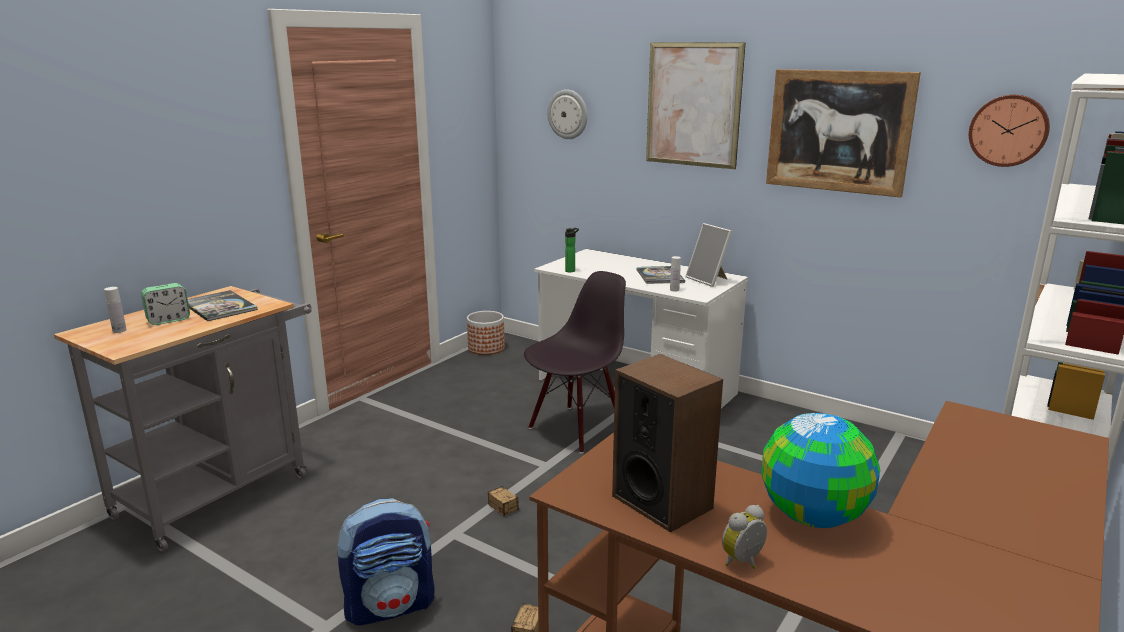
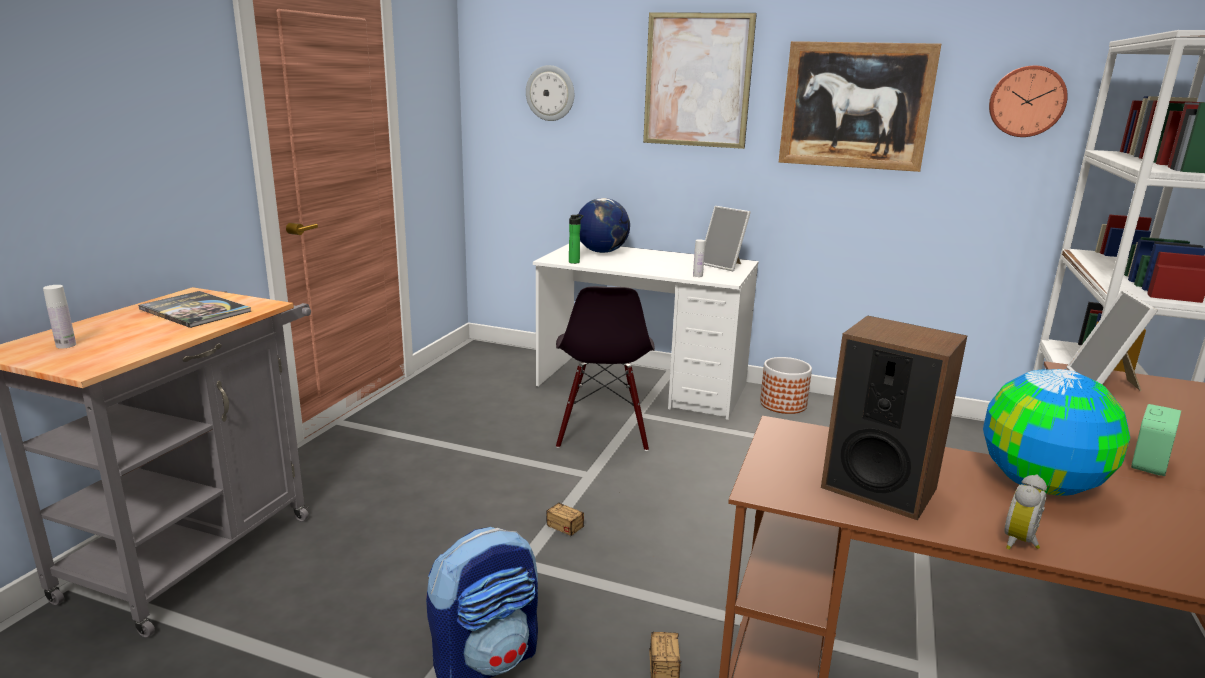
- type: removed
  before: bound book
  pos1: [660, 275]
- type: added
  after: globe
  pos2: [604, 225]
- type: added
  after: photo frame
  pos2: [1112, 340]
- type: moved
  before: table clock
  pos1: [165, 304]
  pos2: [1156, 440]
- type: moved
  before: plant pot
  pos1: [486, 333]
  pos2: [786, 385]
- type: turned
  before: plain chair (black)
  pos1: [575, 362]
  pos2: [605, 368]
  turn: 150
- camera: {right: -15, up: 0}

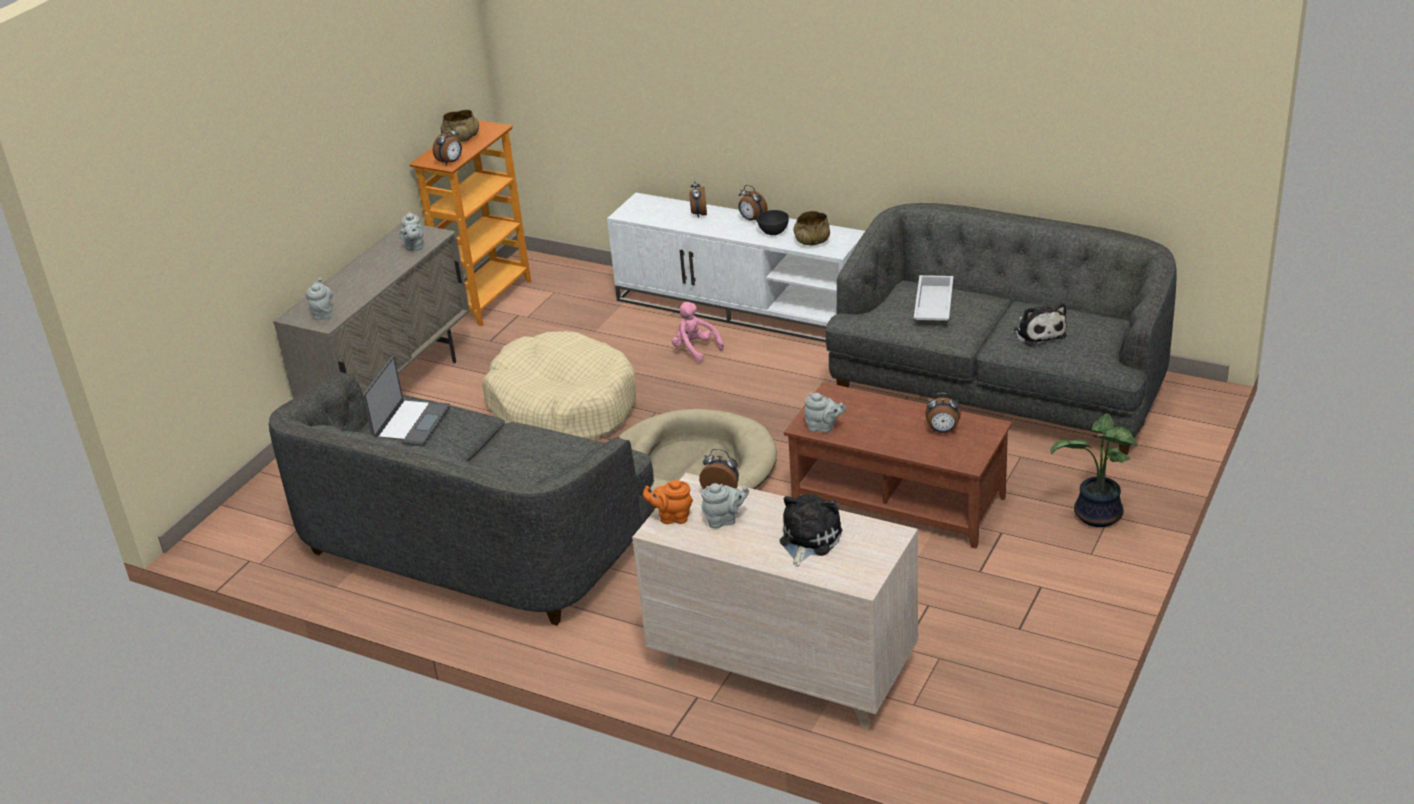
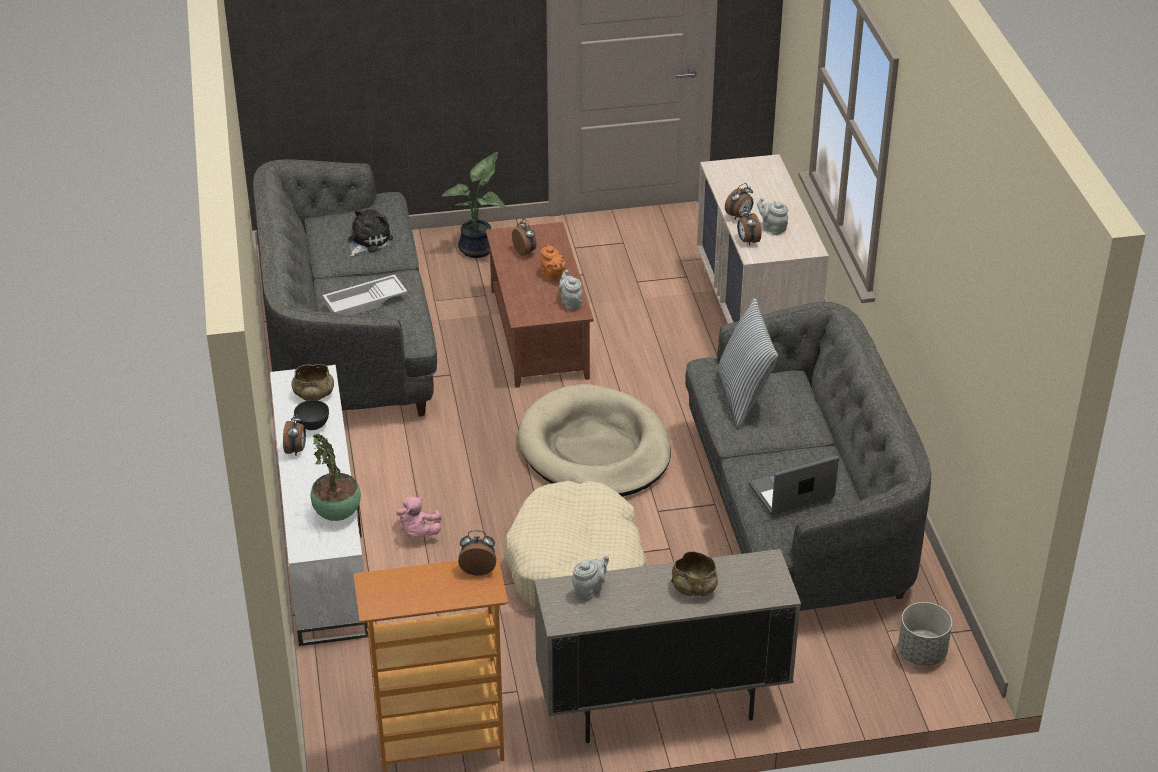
- type: removed
  before: tea pot (gray)
  pos1: [319, 298]
- type: removed
  before: cuddly toy
  pos1: [811, 530]
- type: added
  after: plant in a pot
  pos2: [335, 477]
- type: added
  after: pillow
  pos2: [747, 363]
- type: added
  after: plant pot (gray)
  pos2: [925, 634]
- type: moved
  before: bowl (sand-coloured)
  pos1: [460, 125]
  pos2: [694, 574]
- type: moved
  before: tea pot (orange-coloured)
  pos1: [668, 502]
  pos2: [553, 262]
- type: moved
  before: table clock
  pos1: [698, 200]
  pos2: [739, 201]
- camera: {right: -130, up: 5}

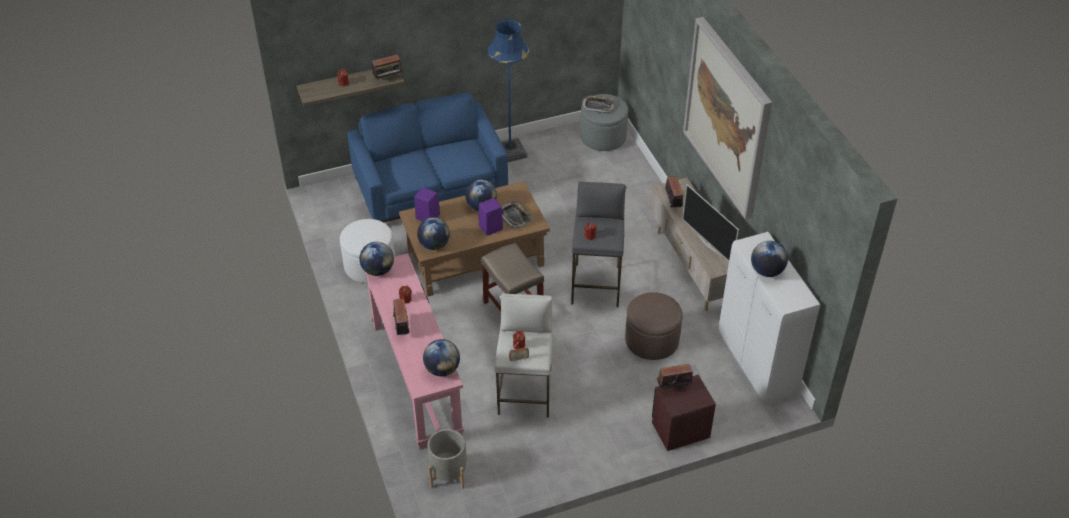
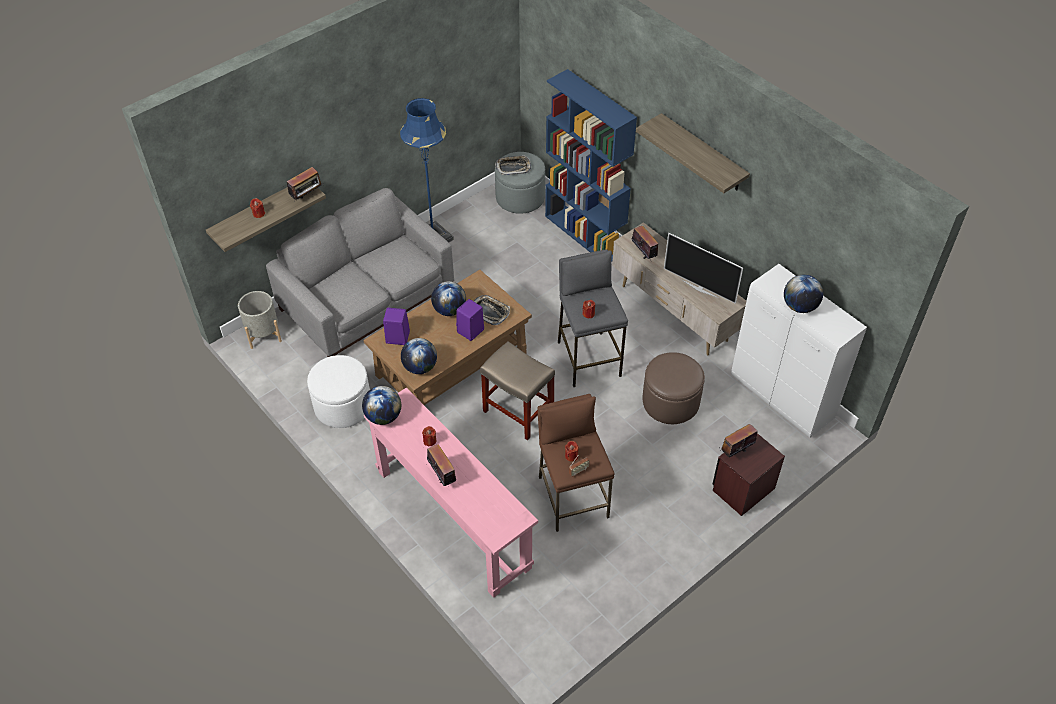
- type: removed
  before: globe
  pos1: [441, 357]
- type: added
  after: shelving unit (blue-coloured)
  pos2: [591, 165]
- type: moved
  before: plant pot (gray)
  pos1: [447, 459]
  pos2: [260, 320]
- type: replaced
  before: wall picture
  after: shelf
  pos1: [727, 118]
  pos2: [693, 153]
- type: recoloured
  before: sofa (blue-coloured)
  after: sofa (gray)
  pos1: [427, 157]
  pos2: [360, 272]
- type: recoloured
  before: sitting stool (whitish)
  after: sitting stool (brownish)
  pos1: [524, 356]
  pos2: [576, 463]
- camera: {right: -20, up: 5}

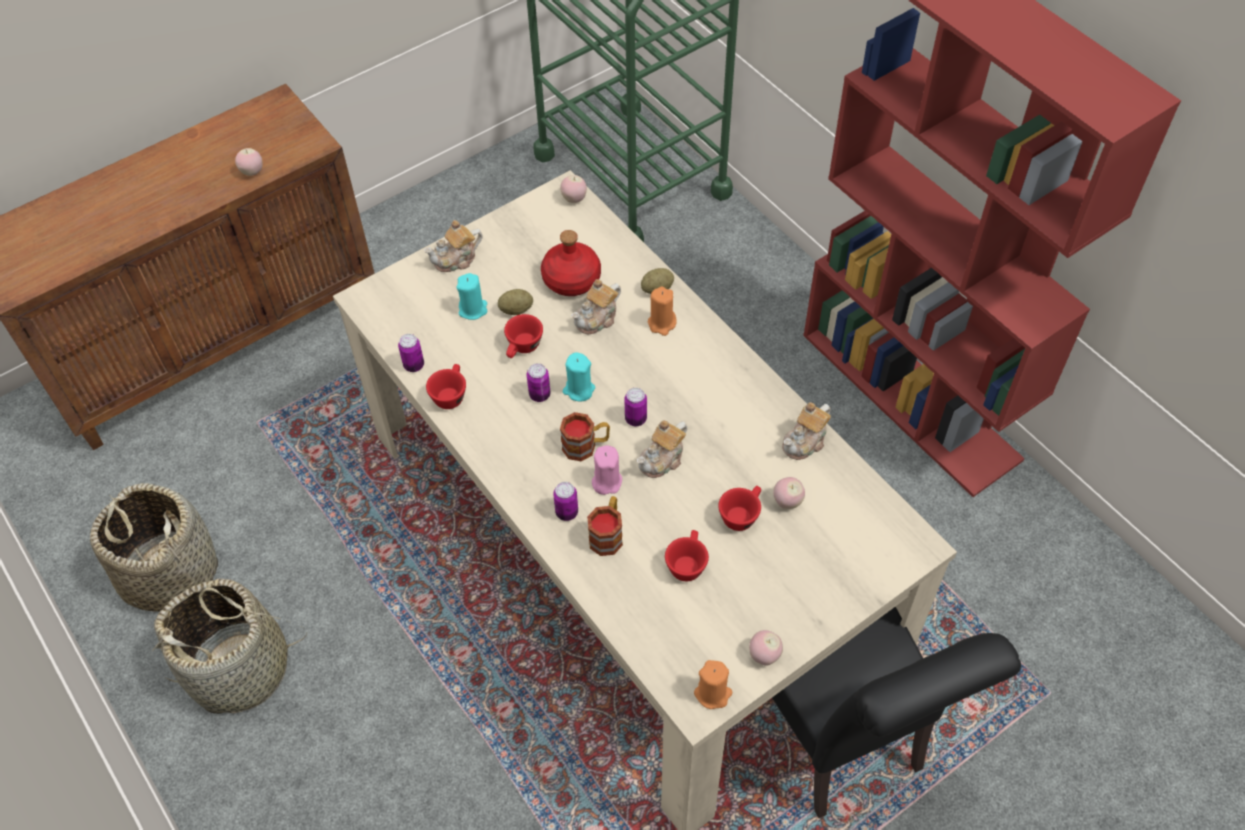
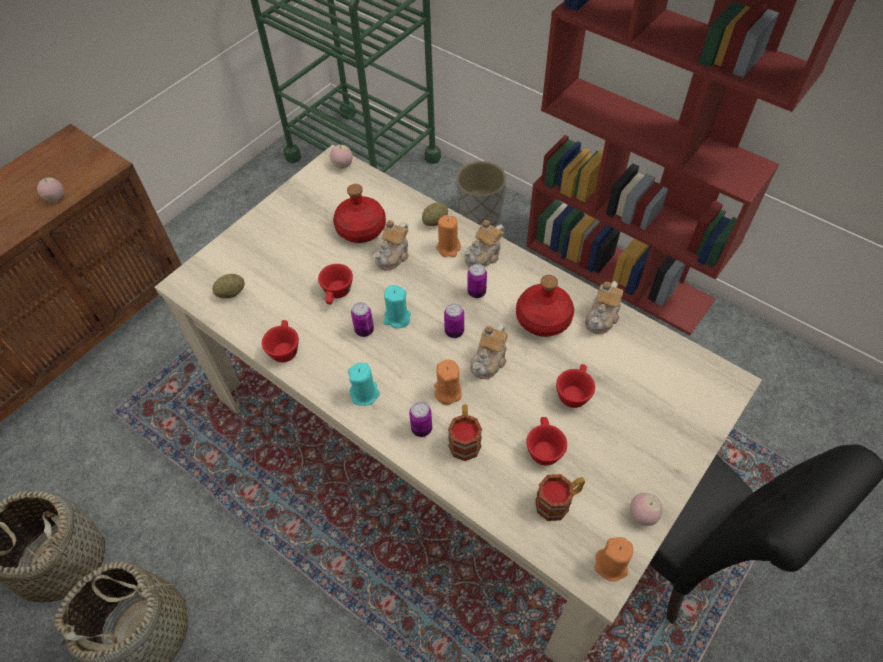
- type: removed
  before: whole apple
  pos1: [789, 493]
- type: added
  after: plant pot (gray)
  pos2: [481, 193]
- type: added
  after: drink bottle (red-coloured)
  pos2: [545, 306]
- type: moved
  before: sealed can
  pos1: [411, 353]
  pos2: [477, 281]
- type: moved
  before: tea pot
  pos1: [453, 246]
  pos2: [483, 243]
- type: moved
  before: candle (turquoise-coloured)
  pos1: [471, 296]
  pos2: [364, 384]
- type: moved
  before: whole potato
  pos1: [515, 302]
  pos2: [228, 286]
- type: moved
  before: tea mug
  pos1: [585, 436]
  pos2: [560, 497]
- type: recoloured
  before: candle (pink-coloured)
  after: candle (orange-coloured)
  pos1: [607, 470]
  pos2: [448, 382]
- camera: {right: -15, up: 0}

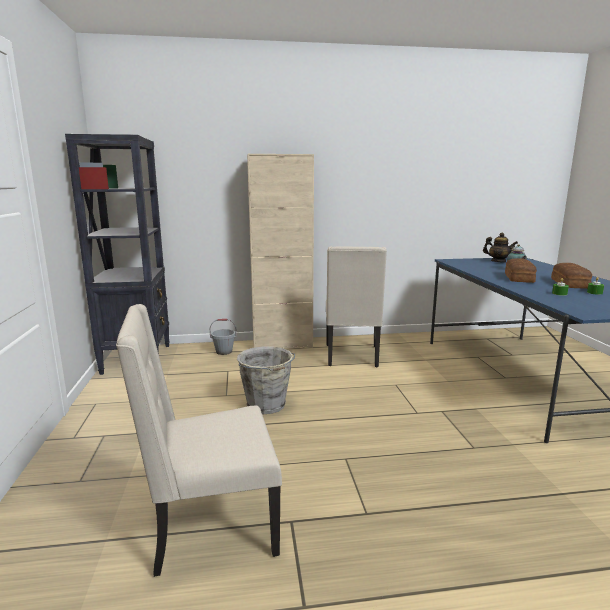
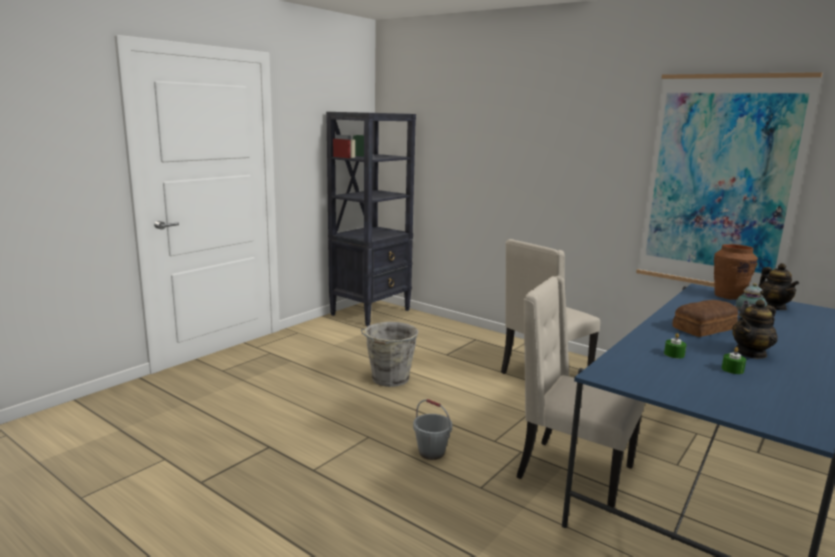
- type: removed
  before: storage cabinet (sand-coloured)
  pos1: [280, 251]
- type: added
  after: wall picture
  pos2: [729, 179]
- type: added
  after: decorative vase (brownish)
  pos2: [736, 272]
- type: moved
  before: plain chair (sand-coloured)
  pos1: [199, 440]
  pos2: [580, 394]
- type: moved
  before: water bucket (gray)
  pos1: [223, 337]
  pos2: [432, 429]
- type: replaced
  before: bread
  after: tea pot
  pos1: [571, 276]
  pos2: [755, 329]
- camera: {right: 45, up: 0}

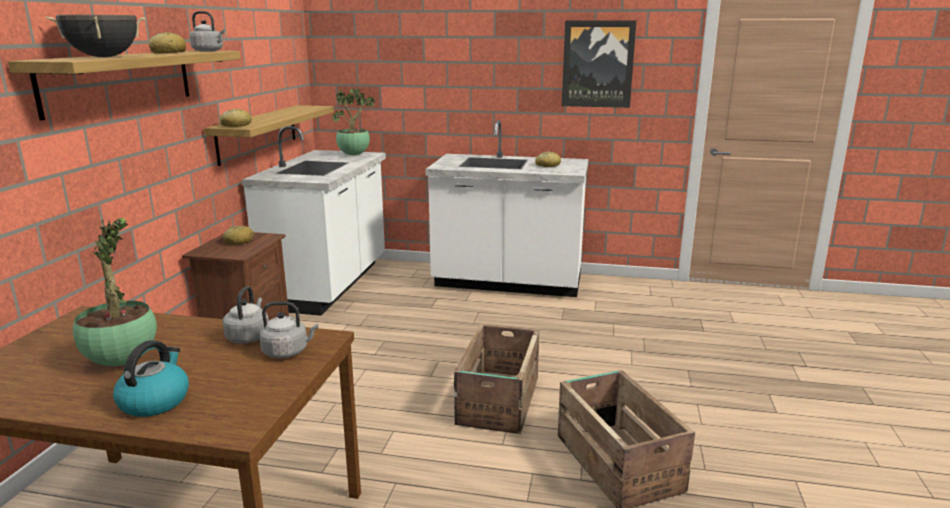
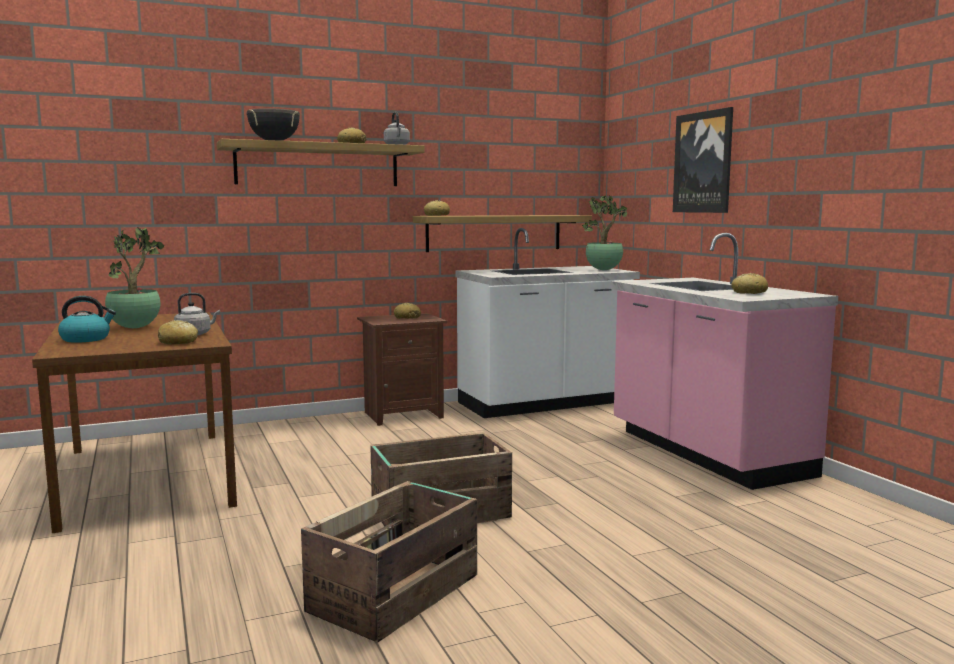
- type: moved
  before: wall picture
  pos1: [599, 64]
  pos2: [703, 160]
- type: replaced
  before: water kettle (gray)
  after: bread
  pos1: [288, 329]
  pos2: [178, 332]
- type: recoloured
  before: kitchen counter (whitish)
  after: kitchen counter (pink-coloured)
  pos1: [506, 208]
  pos2: [724, 361]
- camera: {right: 55, up: -10}

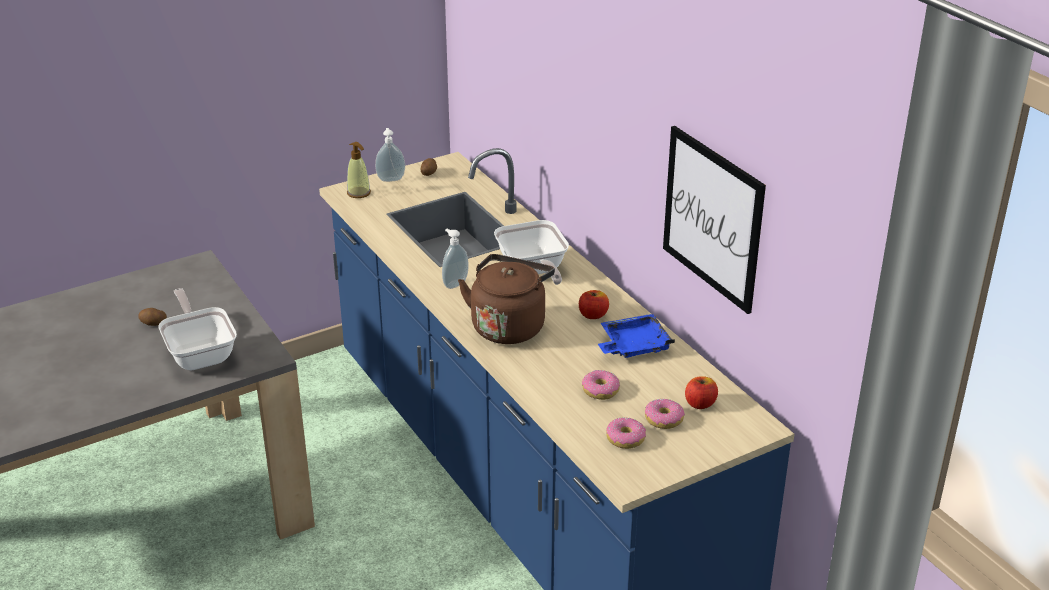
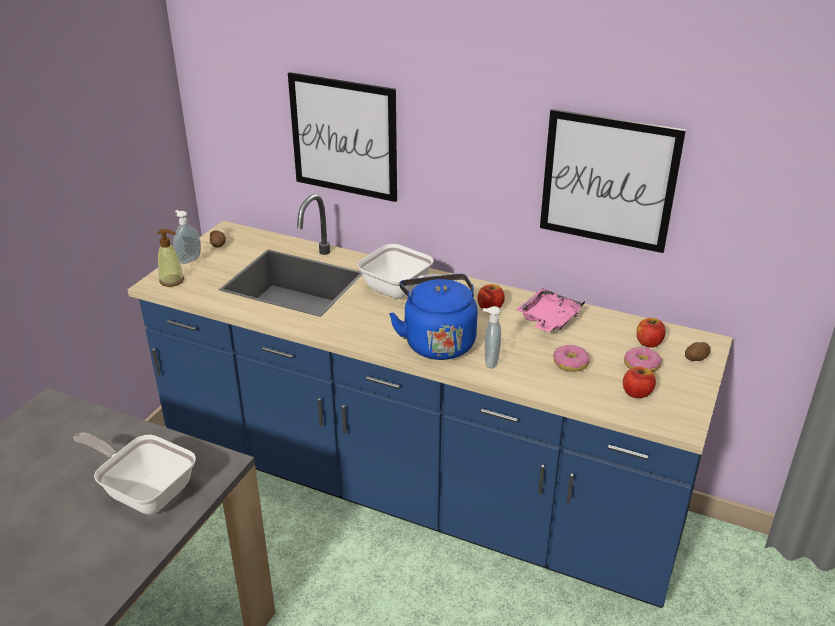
- type: added
  after: wall picture
  pos2: [342, 137]
- type: moved
  before: whole potato
  pos1: [152, 317]
  pos2: [697, 351]
- type: moved
  before: liquid soap bottle
  pos1: [455, 259]
  pos2: [491, 337]
- type: replaced
  before: donut
  after: whole apple
  pos1: [626, 433]
  pos2: [639, 382]
- type: recoloured
  before: water kettle (brownish)
  after: water kettle (blue-coloured)
  pos1: [506, 299]
  pos2: [433, 317]
- type: recoloured
  before: serving tray (blue-coloured)
  after: serving tray (pink-coloured)
  pos1: [636, 336]
  pos2: [551, 310]
- camera: {right: -35, up: 0}

